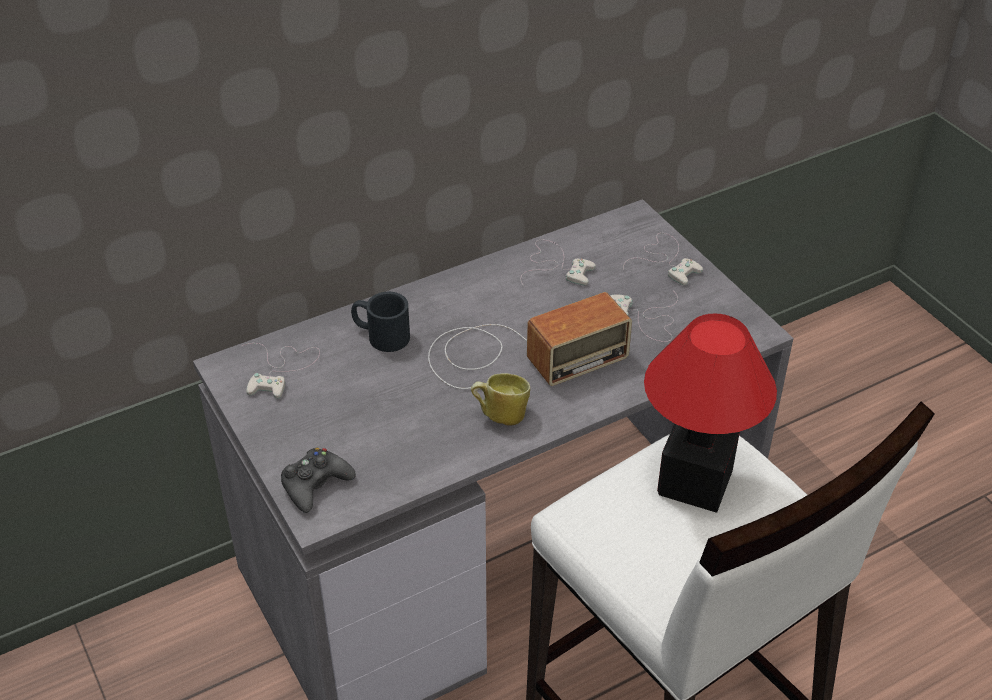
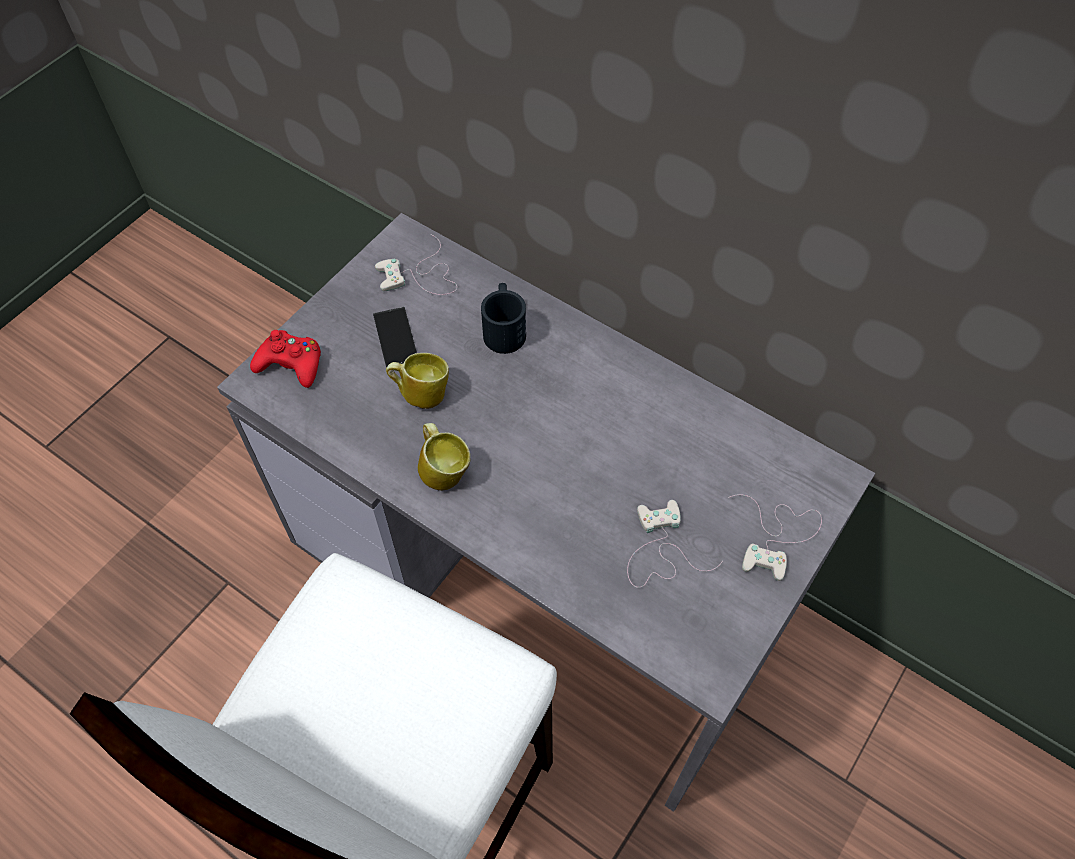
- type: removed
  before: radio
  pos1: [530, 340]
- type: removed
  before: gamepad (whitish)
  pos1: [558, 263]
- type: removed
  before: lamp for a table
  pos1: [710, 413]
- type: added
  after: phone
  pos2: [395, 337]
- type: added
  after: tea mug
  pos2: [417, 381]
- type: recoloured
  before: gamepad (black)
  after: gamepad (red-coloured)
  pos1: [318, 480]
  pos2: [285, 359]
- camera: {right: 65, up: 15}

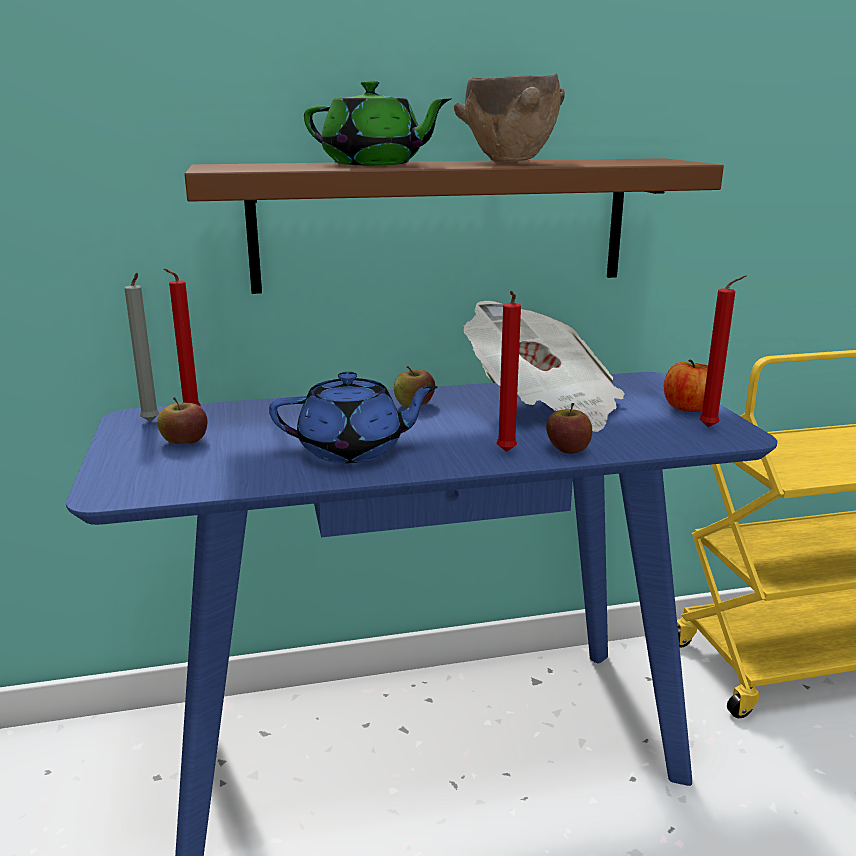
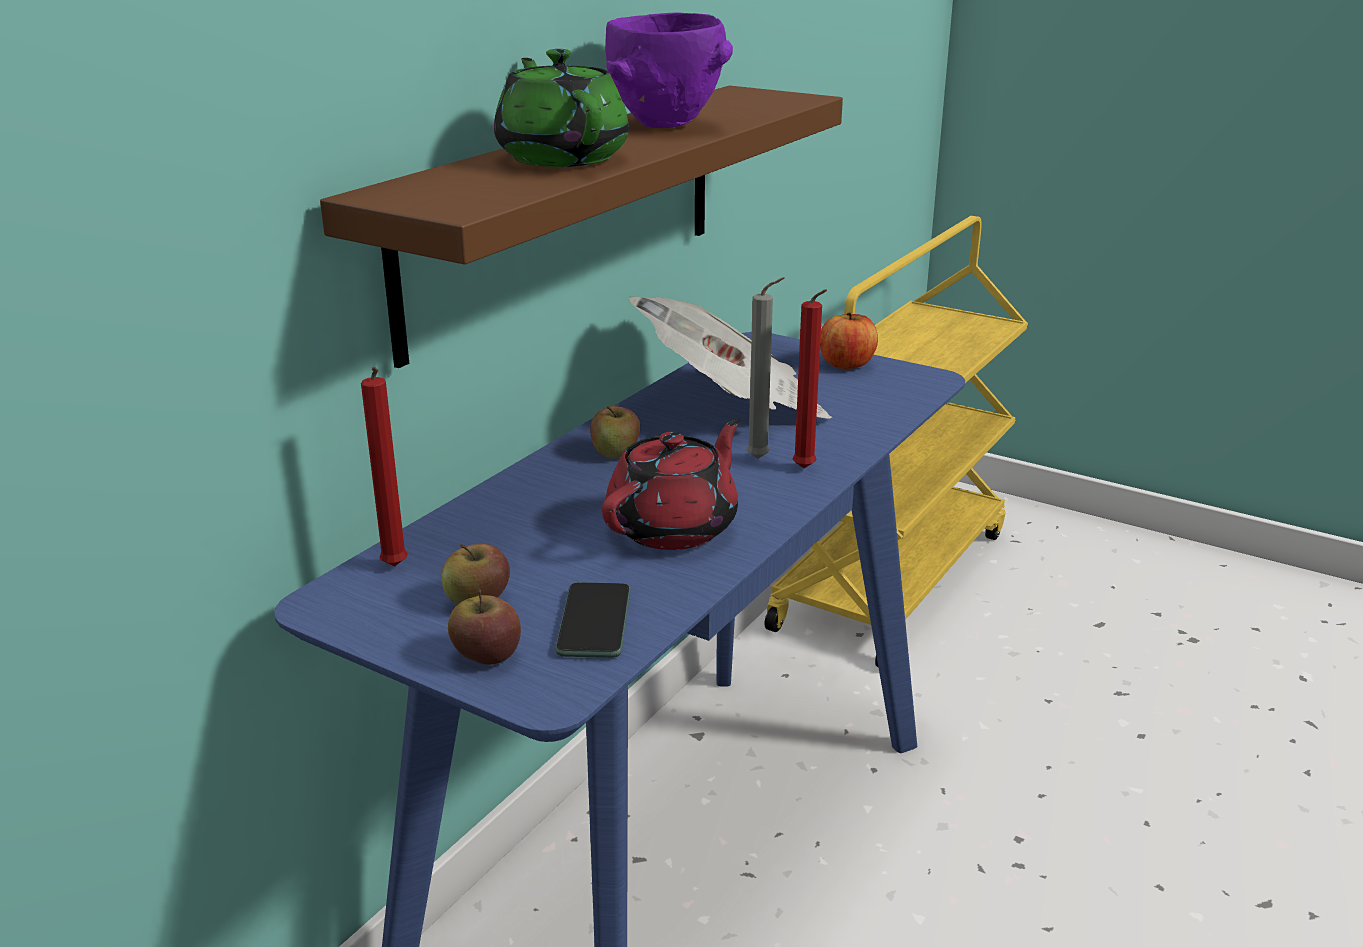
- type: removed
  before: candle (red-coloured)
  pos1: [723, 351]
- type: added
  after: phone
  pos2: [593, 620]
- type: moved
  before: candle (gray)
  pos1: [141, 347]
  pos2: [765, 368]
- type: moved
  before: whole apple
  pos1: [569, 428]
  pos2: [484, 627]
- type: recoloured
  before: tea pot (blue-coloured)
  after: tea pot (red-coloured)
  pos1: [353, 417]
  pos2: [671, 484]
- type: recoloured
  before: bowl (brownish)
  after: bowl (purplish)
  pos1: [509, 117]
  pos2: [669, 70]
- type: turned
  before: tea pot (green-coloured)
  pos1: [377, 123]
  pos2: [561, 108]
  turn: -90
- camera: {right: -45, up: 5}

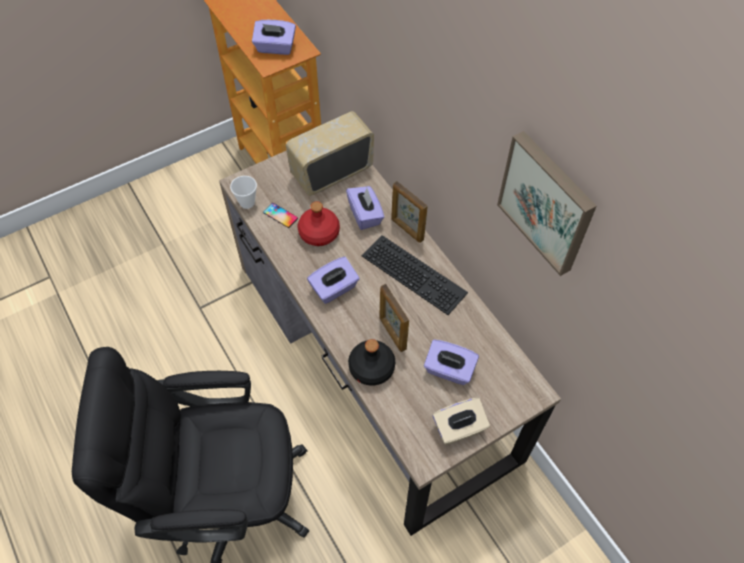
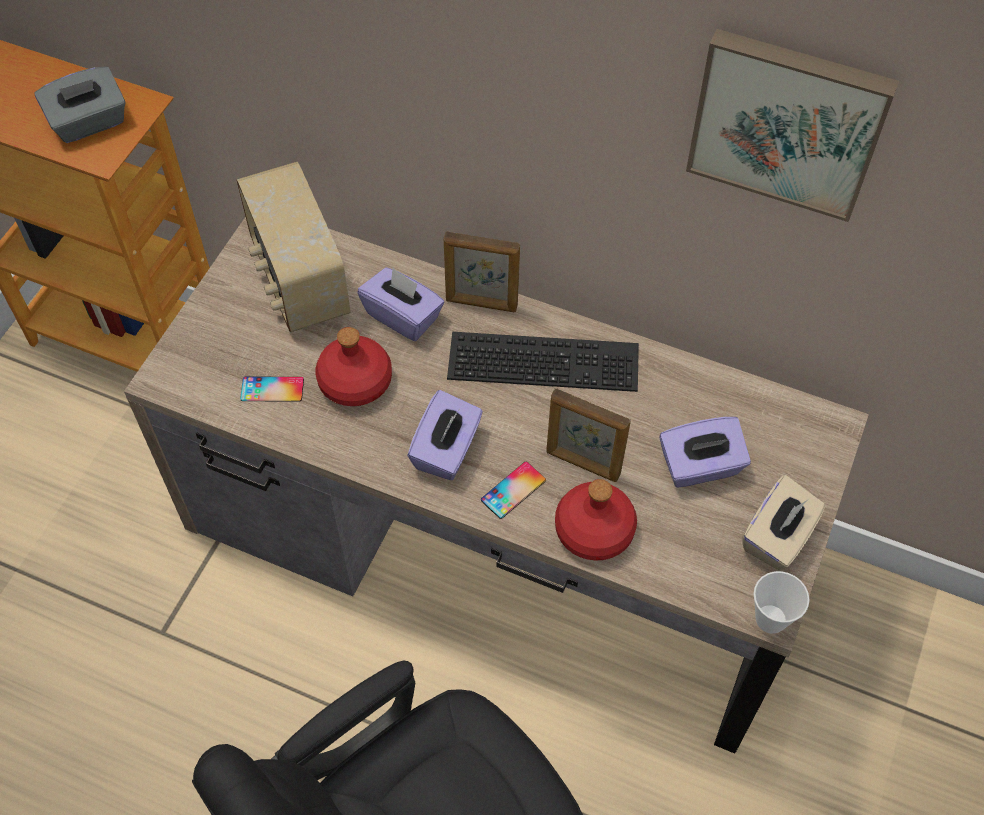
- type: added
  after: phone
  pos2: [513, 490]
- type: moved
  before: cup
  pos1: [243, 192]
  pos2: [781, 602]
- type: recoloured
  before: tissue box (purplish)
  after: tissue box (gray)
  pos1: [274, 37]
  pos2: [80, 104]
- type: recoloured
  before: drink bottle (black)
  after: drink bottle (red-coloured)
  pos1: [371, 362]
  pos2: [596, 519]
- type: turned
  before: radio
  pos1: [330, 153]
  pos2: [293, 247]
  turn: -45
- camera: {right: -35, up: 0}

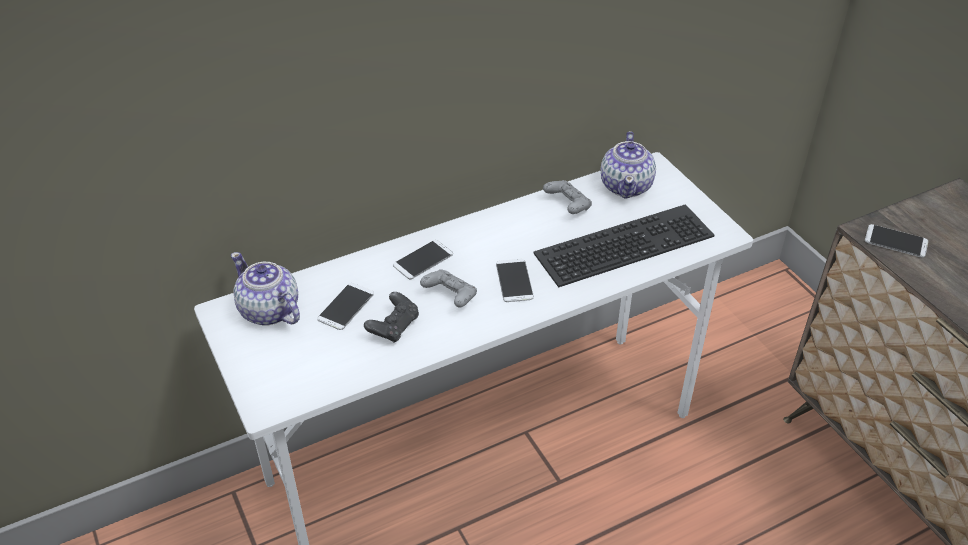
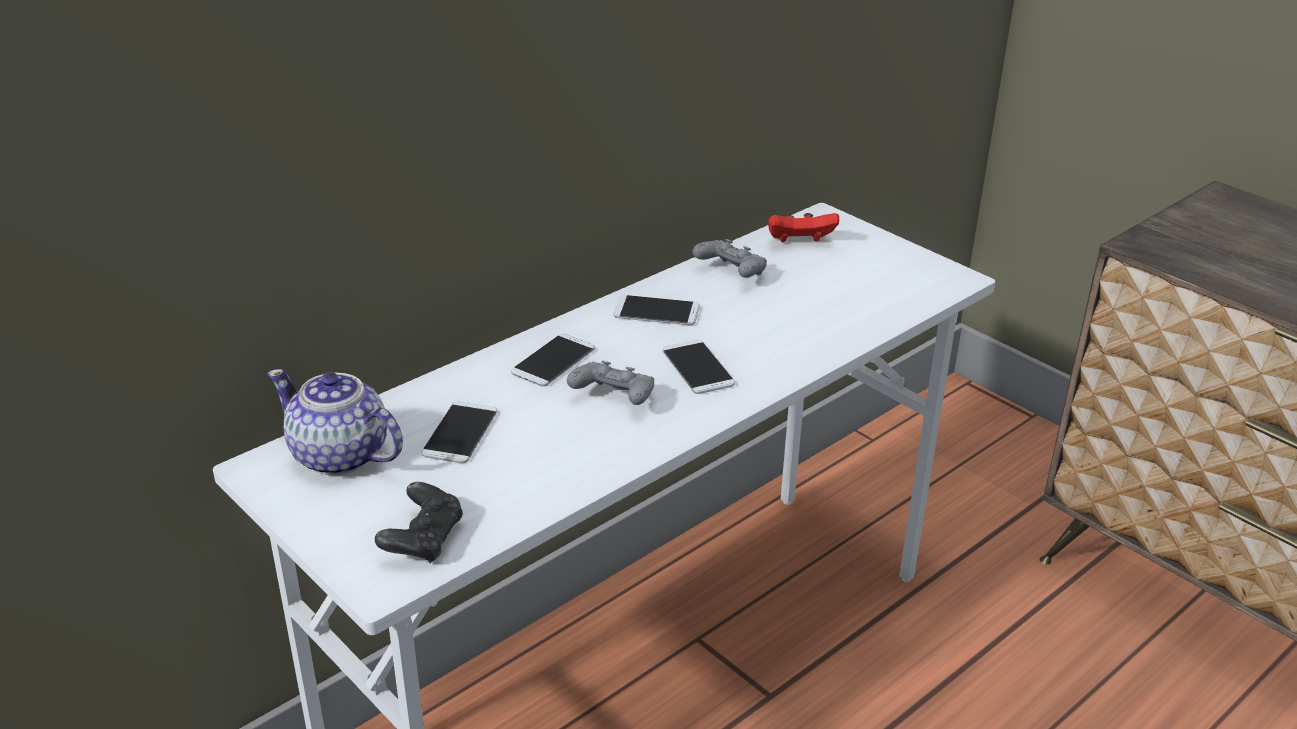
- type: removed
  before: PC keyboard
  pos1: [623, 246]
- type: moved
  before: gamepad (black)
  pos1: [391, 317]
  pos2: [419, 522]
- type: moved
  before: phone
  pos1: [896, 241]
  pos2: [657, 310]
- type: replaced
  before: tea pot
  after: gamepad (red-coloured)
  pos1: [628, 165]
  pos2: [803, 227]
- camera: {right: -15, up: -10}

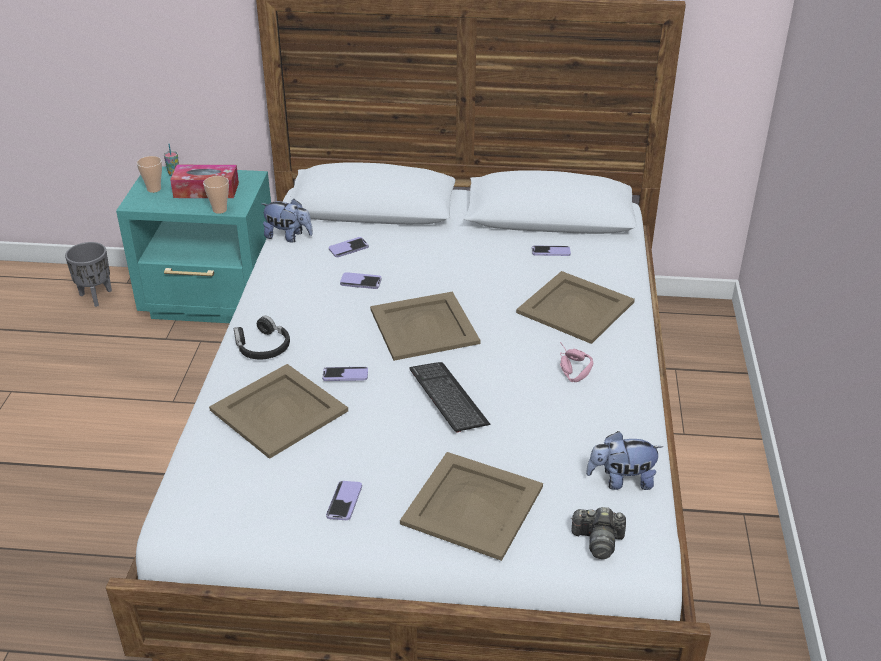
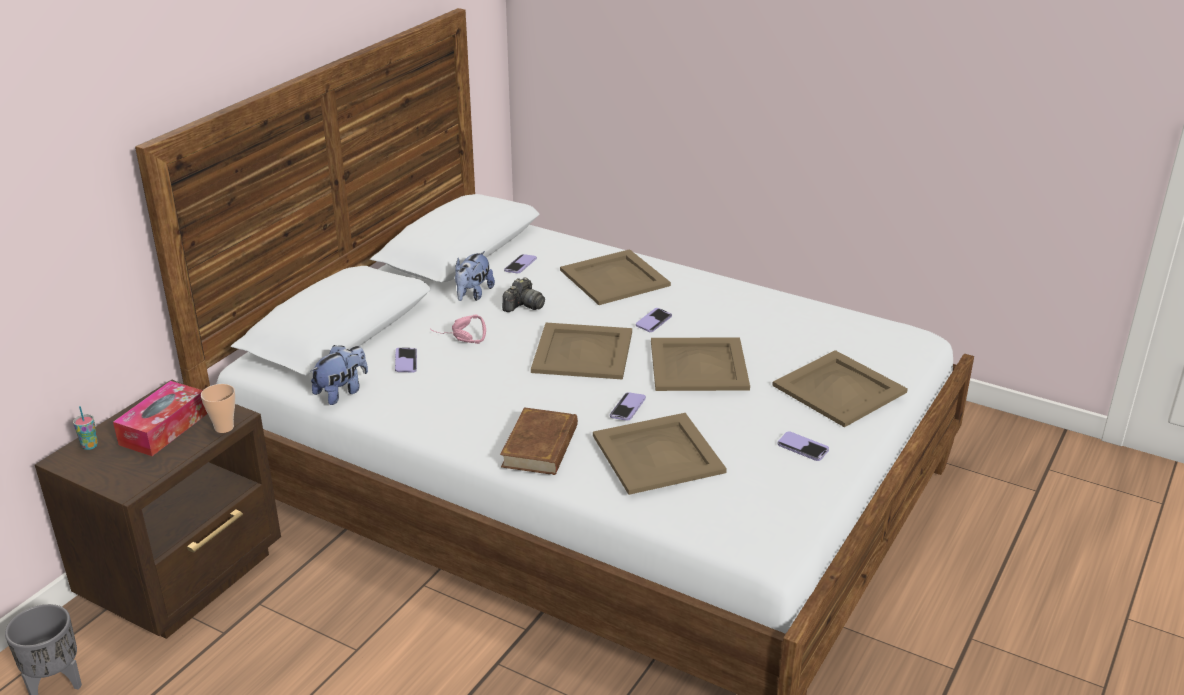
- type: removed
  before: cup
  pos1: [149, 174]
- type: moved
  before: phone
  pos1: [361, 280]
  pos2: [654, 320]
- type: moved
  before: headset (pink-coloured)
  pos1: [576, 362]
  pos2: [458, 329]
- type: moved
  before: photo camera
  pos1: [598, 533]
  pos2: [523, 294]
- type: moved
  before: cuddly toy
  pos1: [624, 460]
  pos2: [475, 276]
- type: replaced
  before: headset (black)
  after: bound book (brownish)
  pos1: [262, 337]
  pos2: [539, 441]
- type: replaced
  before: PC keyboard
  after: serving tray (sand-coloured)
  pos1: [450, 397]
  pos2: [700, 364]
- type: recoloured
  before: nightstand (turquoise-coloured)
  after: nightstand (brownish)
  pos1: [193, 244]
  pos2: [158, 509]
- camera: {right: -65, up: -5}

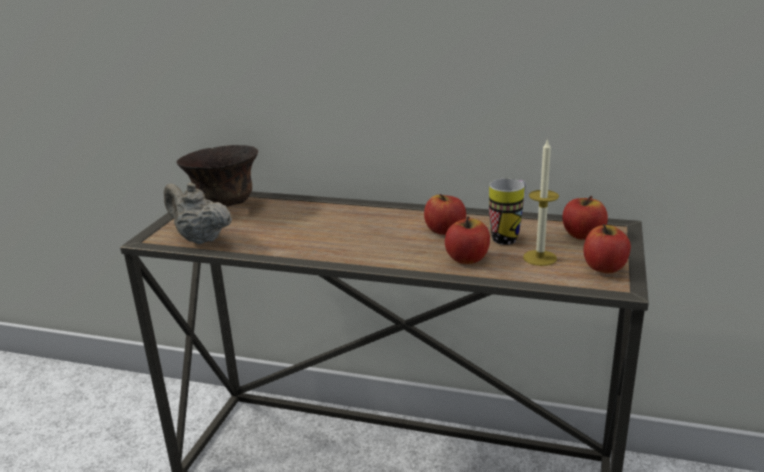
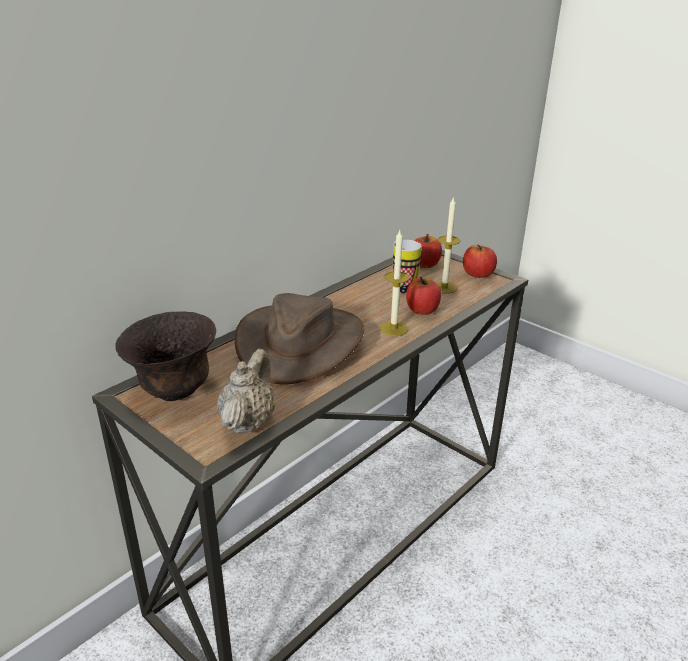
- type: removed
  before: whole apple
  pos1: [445, 214]
- type: added
  after: wearable hat (brownish)
  pos2: [299, 339]
- type: added
  after: candle
  pos2: [395, 283]
- type: turned
  before: tea pot (sand-coloured)
  pos1: [198, 213]
  pos2: [246, 391]
  turn: 135
- camera: {right: -65, up: 5}

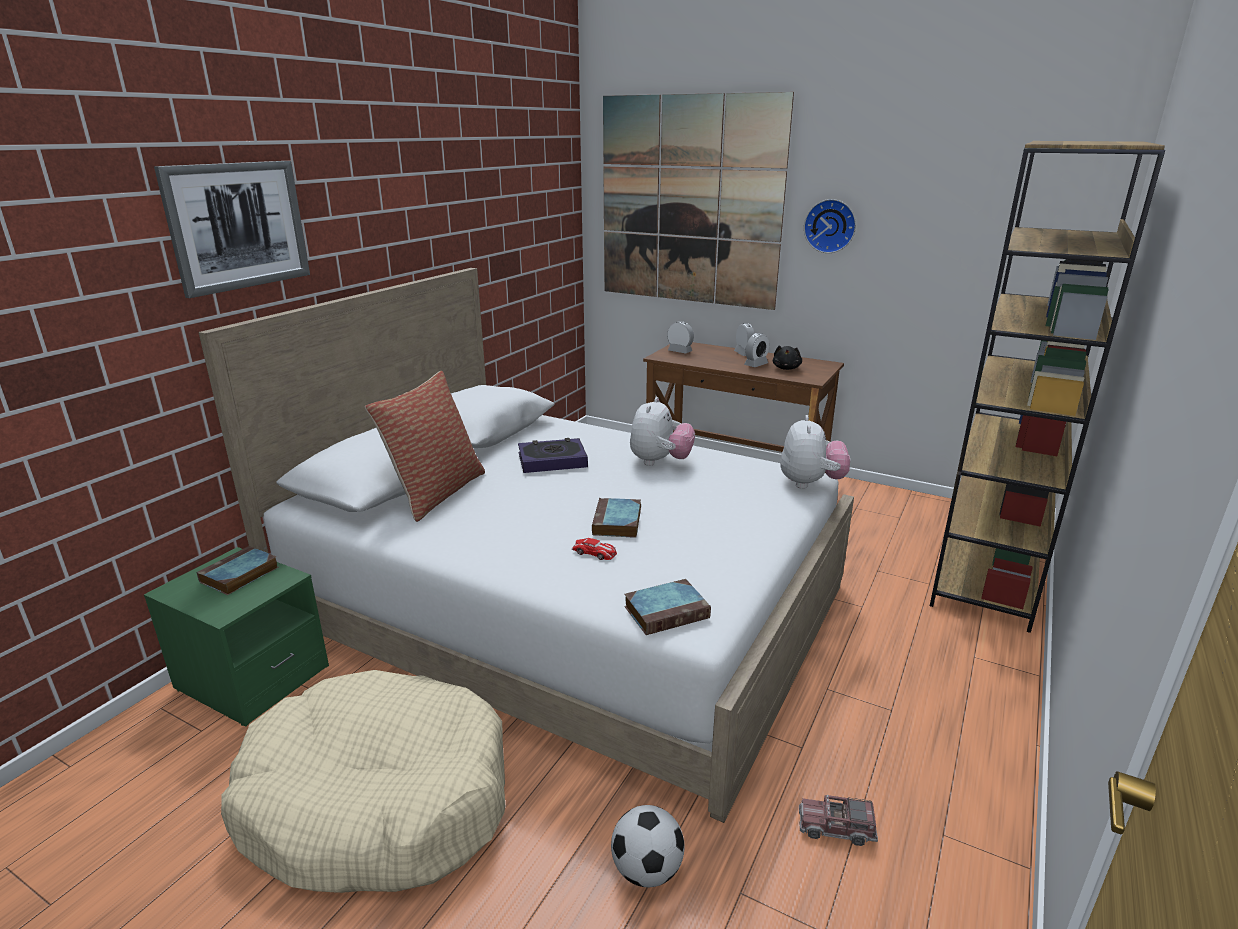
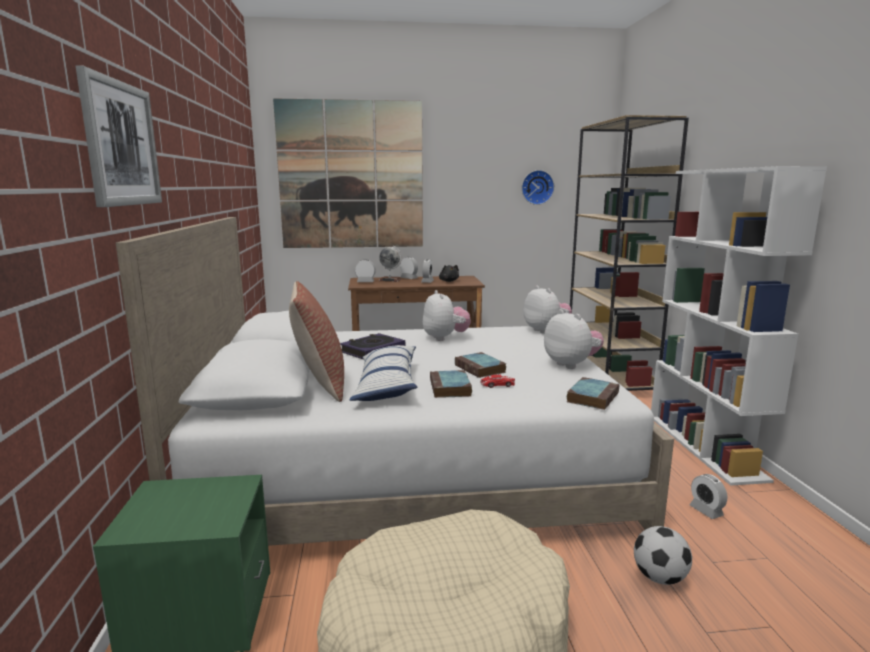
- type: added
  after: pillow
  pos2: [383, 373]
- type: added
  after: globe
  pos2: [390, 264]
- type: added
  after: cuddly toy
  pos2: [574, 339]
- type: added
  after: shelving unit (whitish)
  pos2: [739, 326]
- type: moved
  before: bound book
  pos1: [237, 570]
  pos2: [451, 384]
- type: moved
  before: clock on the wall
  pos1: [830, 226]
  pos2: [538, 187]
- type: replaced
  before: model truck
  after: table clock
  pos1: [838, 820]
  pos2: [708, 496]
- camera: {right: -35, up: -10}

